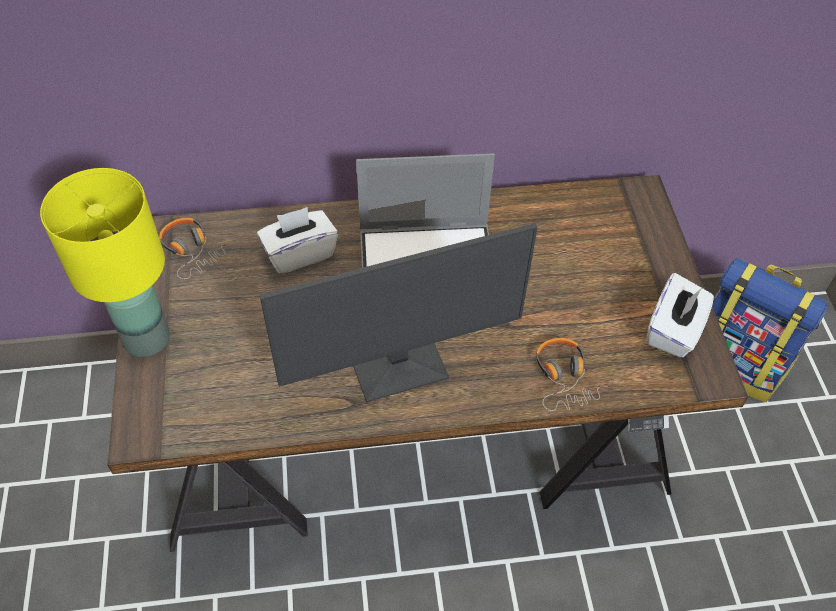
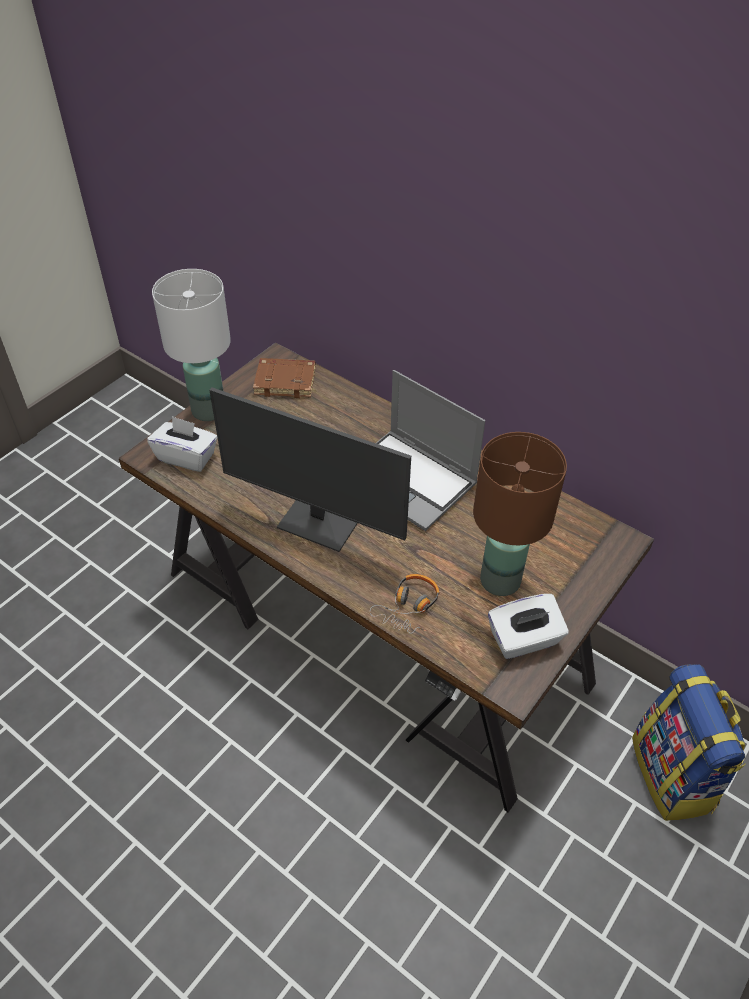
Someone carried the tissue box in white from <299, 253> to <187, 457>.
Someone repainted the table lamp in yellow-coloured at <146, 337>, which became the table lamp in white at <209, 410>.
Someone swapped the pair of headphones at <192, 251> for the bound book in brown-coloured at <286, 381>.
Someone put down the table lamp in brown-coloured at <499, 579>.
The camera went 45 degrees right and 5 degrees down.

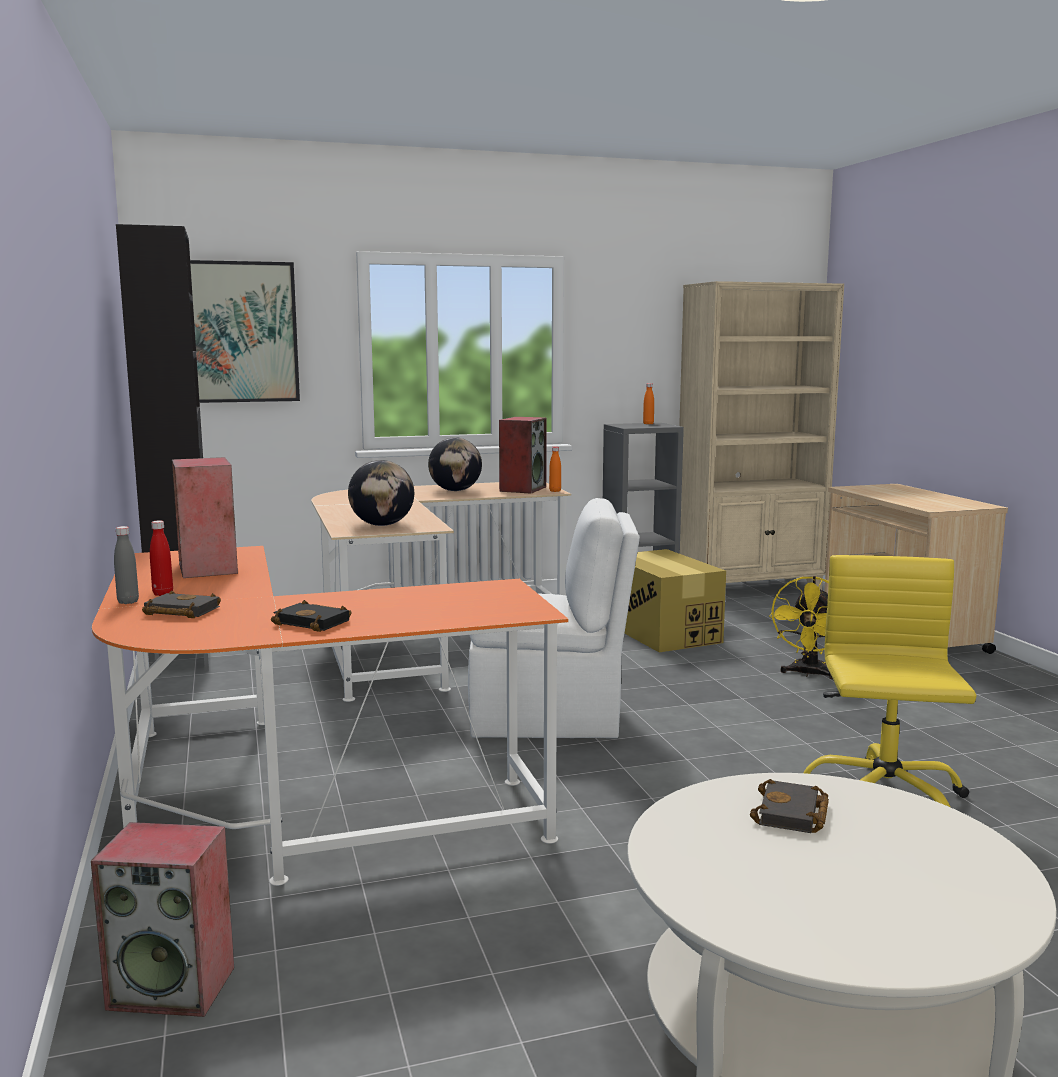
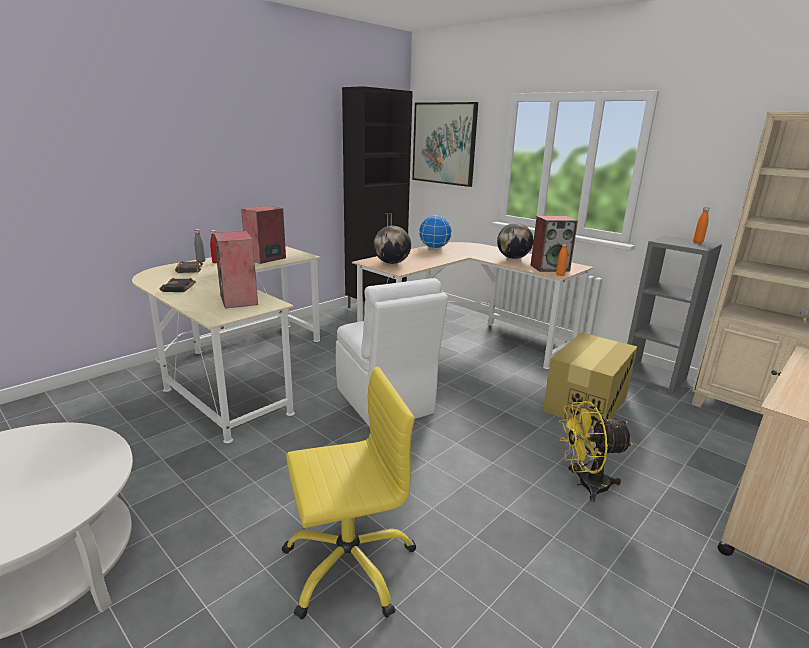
Someone repainted the desk table in orangey at <287, 805>, which became the desk table in sand-coloured at <236, 370>.
Someone carried the audio speaker from <174, 987> to <239, 300>.
Someone put down the globe at <434, 248>.
Someone took away the bound book in black-coloured at <792, 815>.
The camera went 60 degrees right and 10 degrees up.

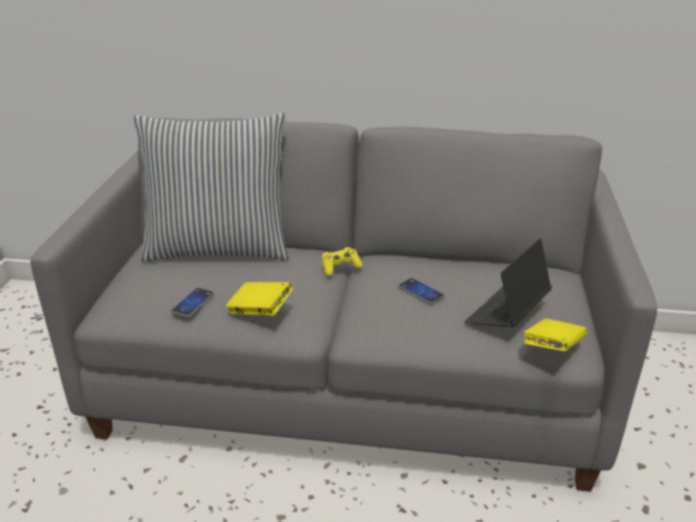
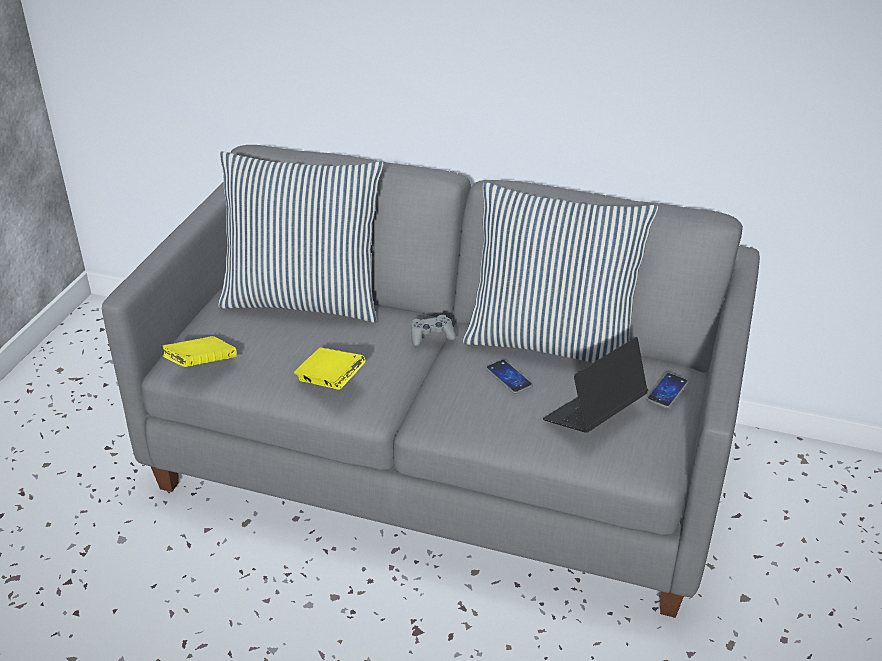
Someone carried the bound book in yellow-coloured from <552, 348> to <201, 365>.
Someone repainted the joypad in yellow-coloured at <340, 267>, which became the joypad in gray at <431, 336>.
Someone put down the throw pillow at <551, 342>.
Someone carried the phone from <193, 303> to <667, 391>.
The camera went 10 degrees right and 5 degrees up.

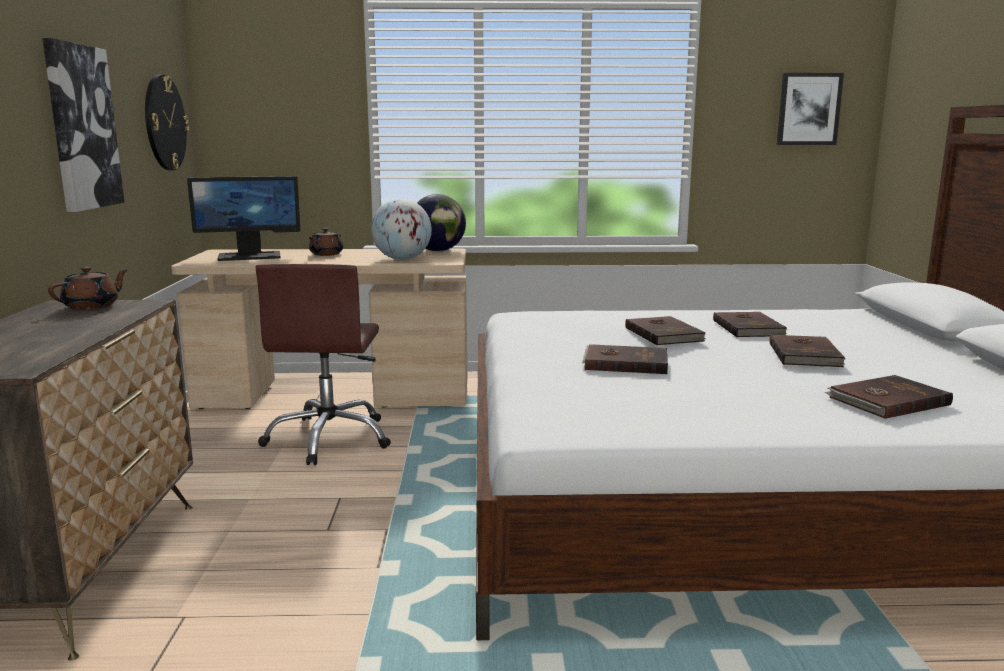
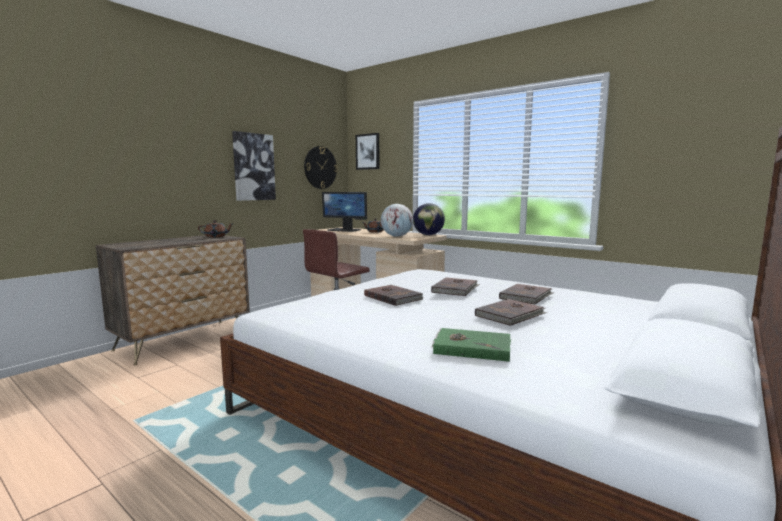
Someone carried the wall art from <808, 109> to <368, 151>.
Someone repainted the bound book in brown-coloured at <887, 401>, which became the bound book in greenish at <472, 347>.
The camera went 40 degrees right and 5 degrees down.

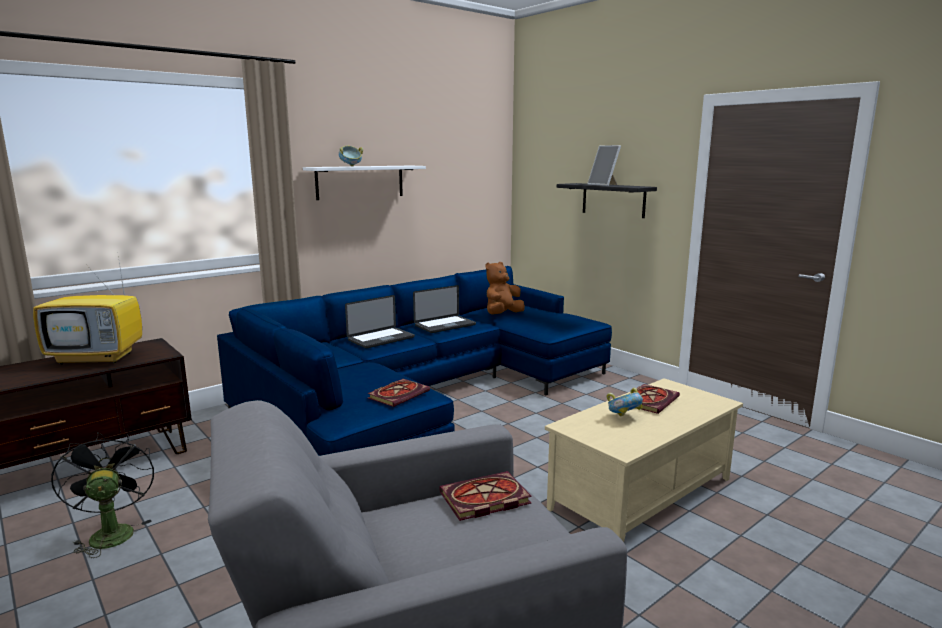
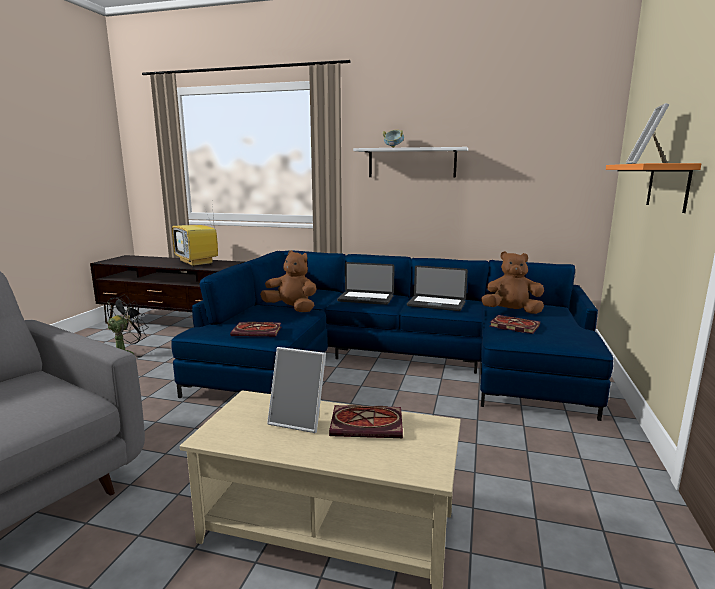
Someone put down the soft toy in brown-coloured at <292, 309>.
Someone swapped the deep dish at <624, 417> for the picture frame at <299, 420>.
Someone carried the bound book from <483, 500> to <513, 326>.
Someone repainted the wall shelf in black-coloured at <613, 200>, which became the wall shelf in orangey at <668, 186>.
The camera went 55 degrees right and 0 degrees up.

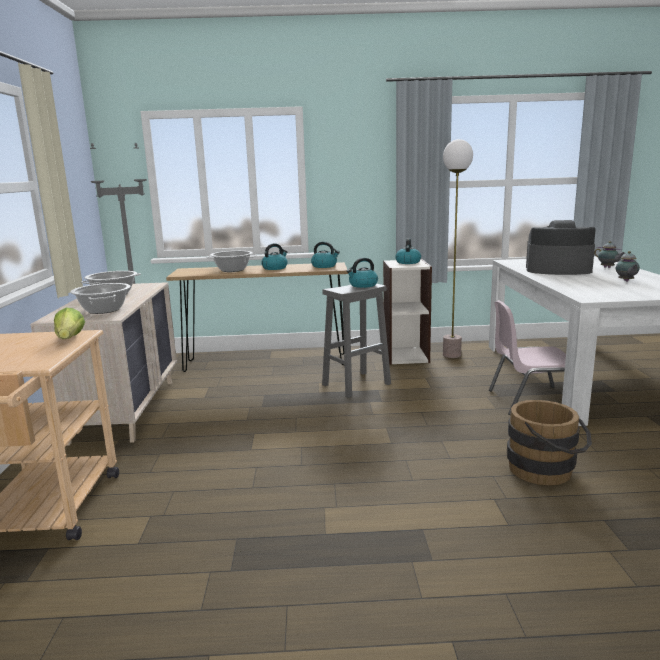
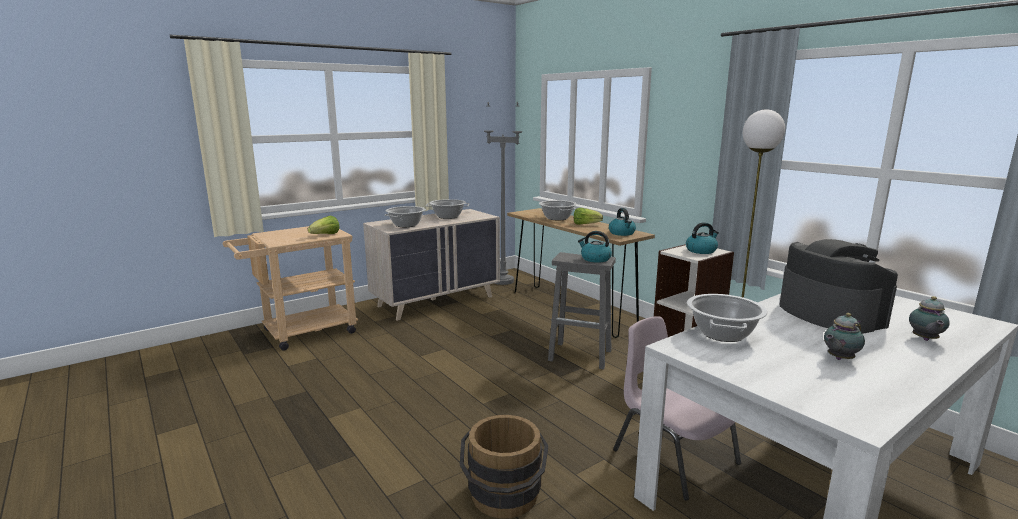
Someone swapped the water kettle at <275, 268> for the head of lettuce at <585, 224>.
Someone put down the cooking pot at <723, 334>.
The camera went 55 degrees right and 0 degrees up.

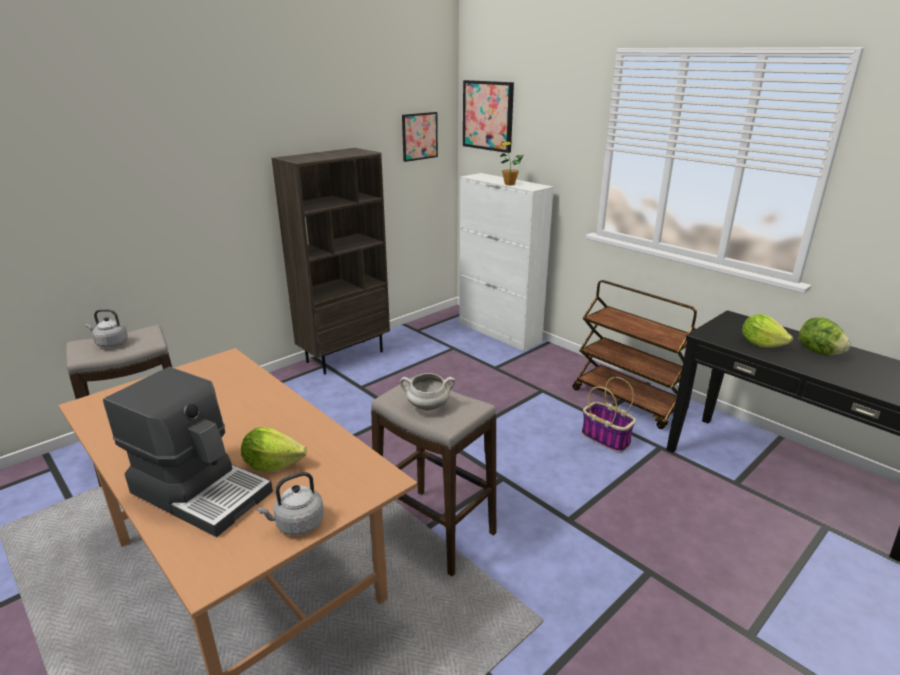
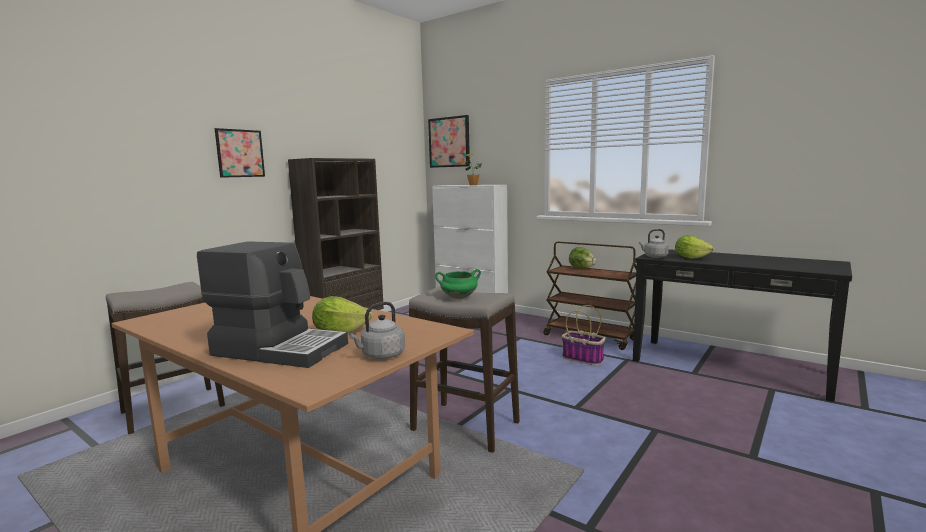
Someone carried the wall art from <419, 136> to <240, 153>.
Someone repainted the cooking pot in white at <427, 407>, which became the cooking pot in greenish at <458, 298>.
Someone carried the head of lettuce from <818, 352> to <581, 268>.
Someone carried the water kettle in gray from <110, 343> to <654, 257>.
The camera went 10 degrees left and 15 degrees down.

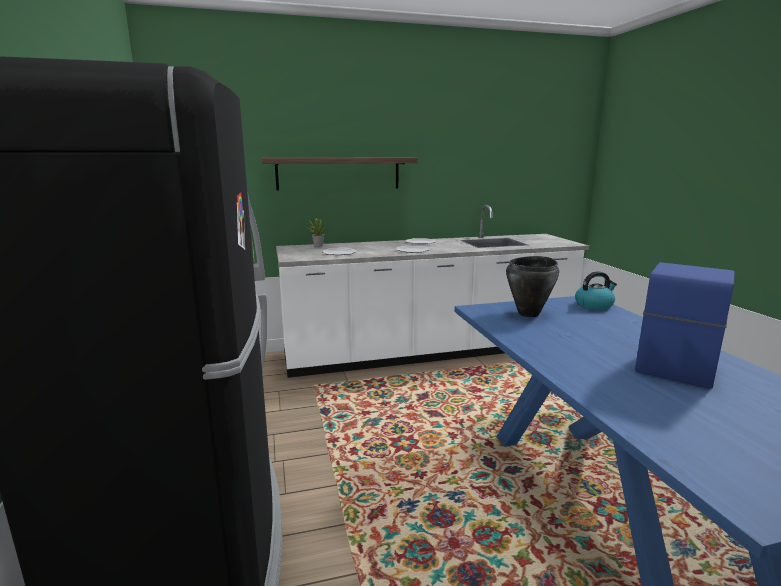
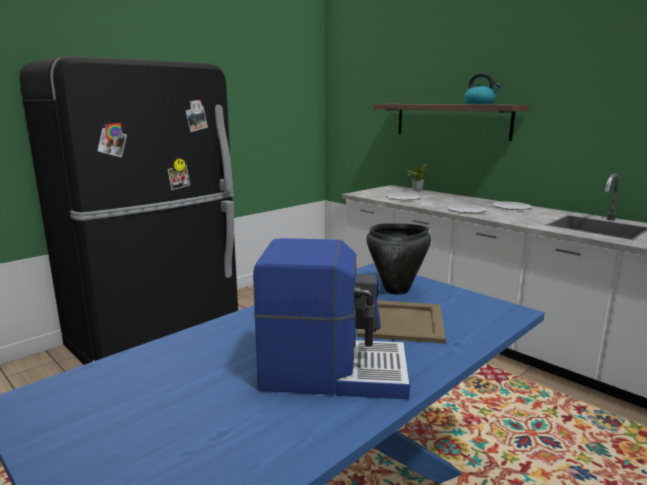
Someone put down the tray in sand-coloured at <400, 321>.
Someone carried the water kettle from <594, 305> to <480, 104>.
The camera went 60 degrees right and 0 degrees up.

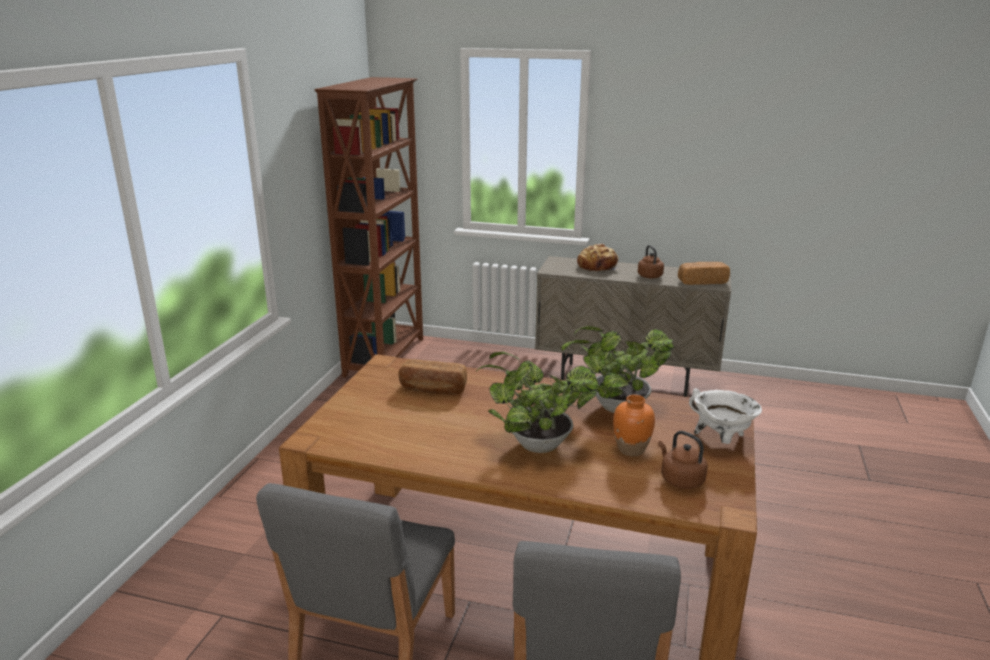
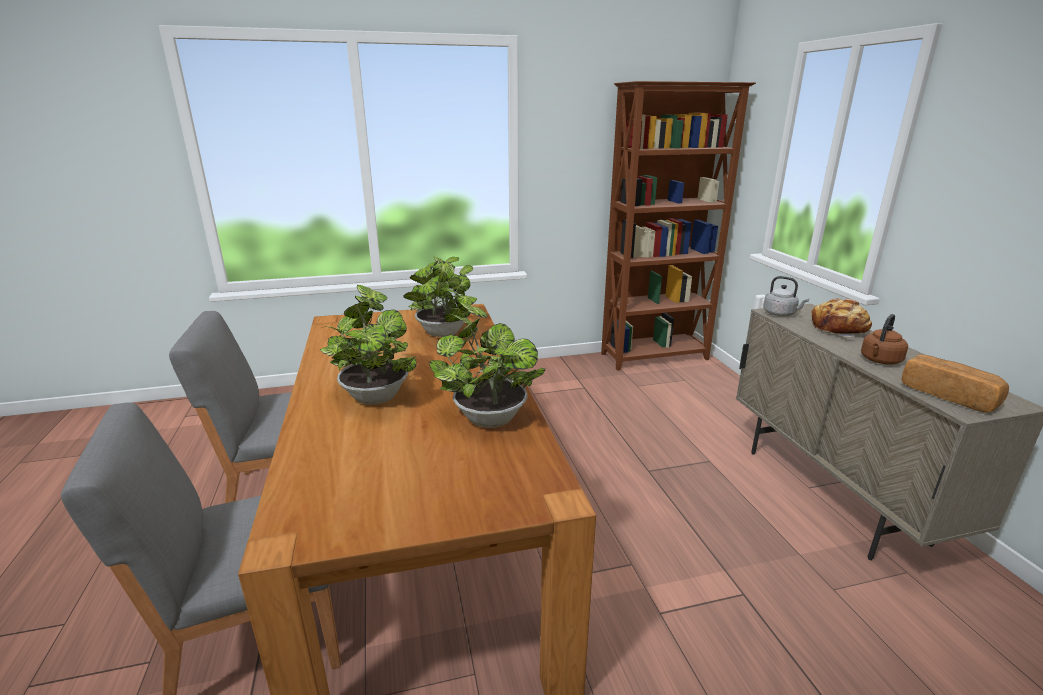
Someone swapped the baked bread at <433, 389> for the potted plant at <442, 334>.
Someone put down the water kettle in gray at <781, 314>.
Someone took away the vase in orangey at <631, 449>.
Someone took away the water kettle in brown-coloured at <680, 479>.
Someone took away the cooking pot in white at <721, 440>.
The camera went 60 degrees right and 0 degrees up.

